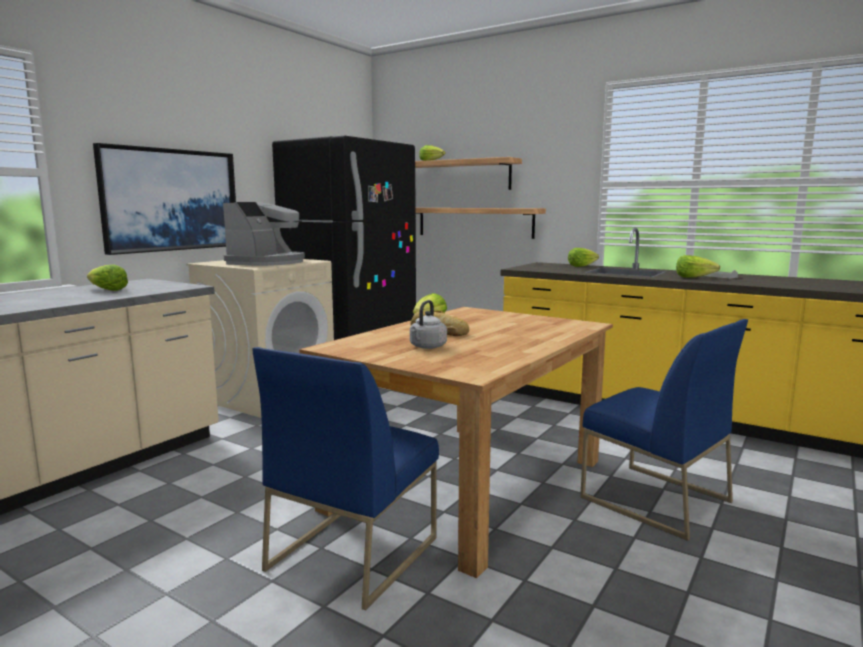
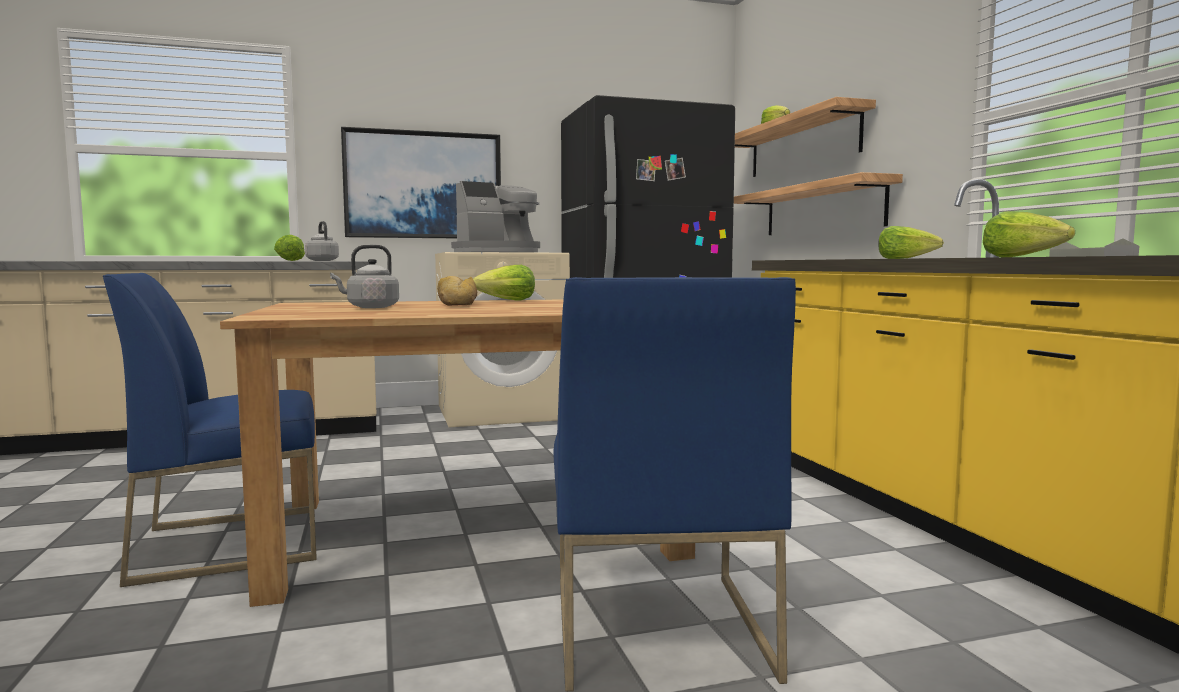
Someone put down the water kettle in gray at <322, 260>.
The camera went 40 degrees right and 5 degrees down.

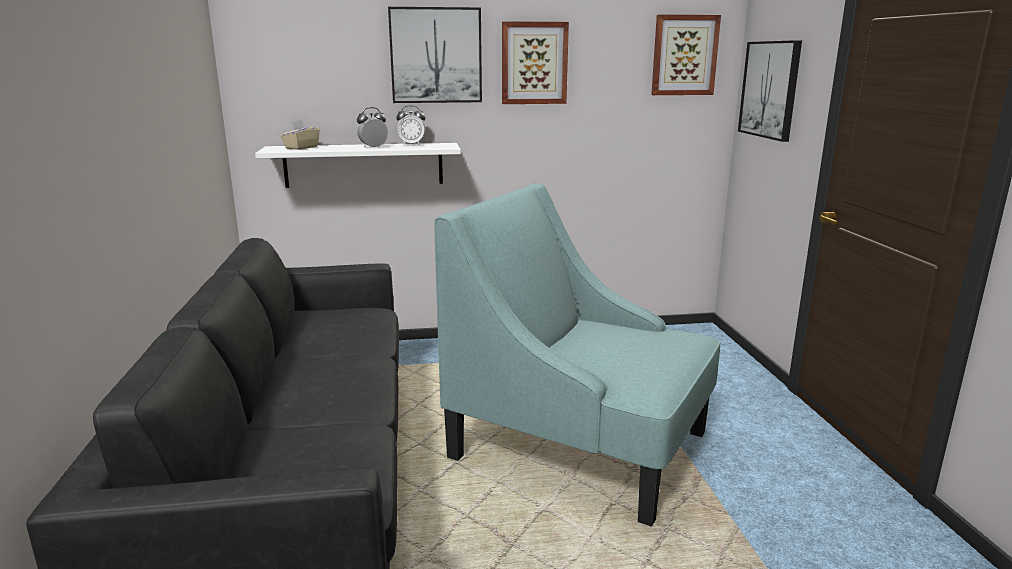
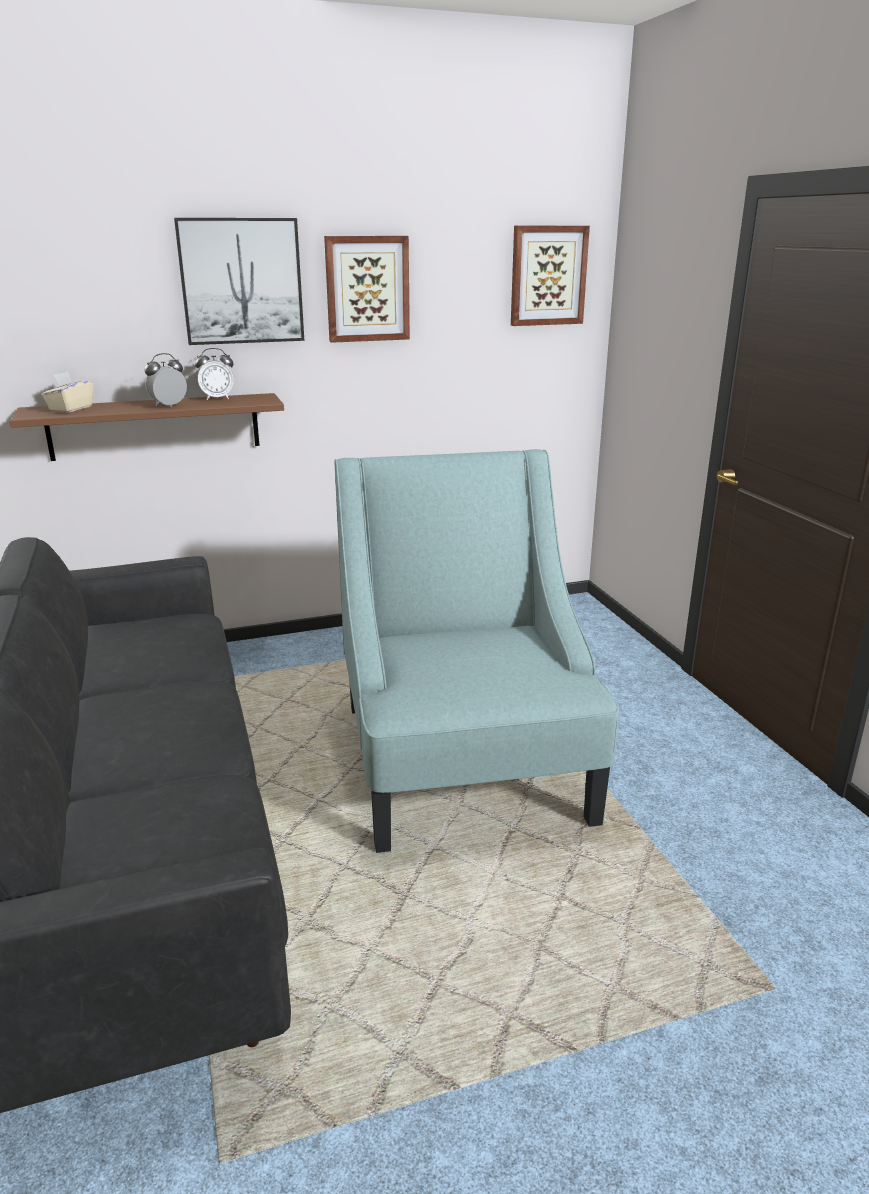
Someone repainted the wall shelf in white at <364, 165>, which became the wall shelf in brown-coloured at <155, 426>.
Someone rotated the easy chair in turquoise at <581, 445> by 60 degrees clockwise.
Someone took away the wall art at <770, 89>.
The camera went 10 degrees left and 5 degrees up.

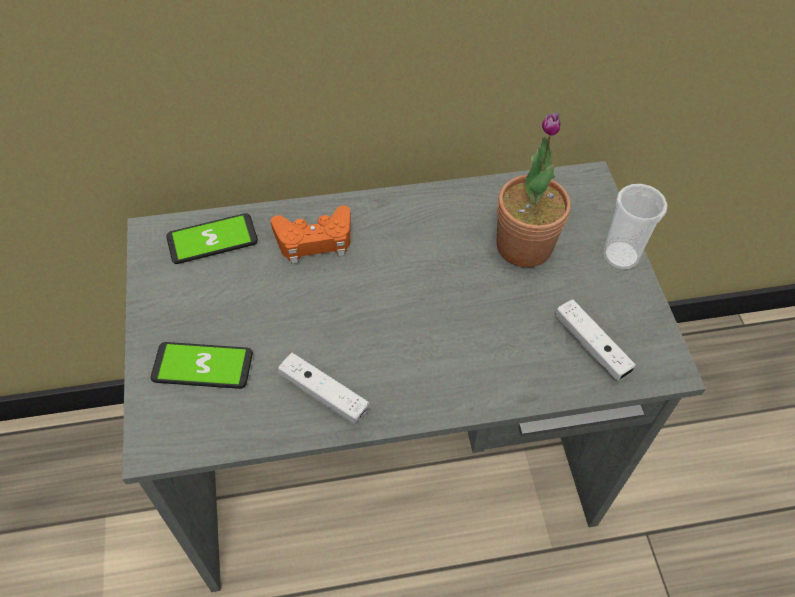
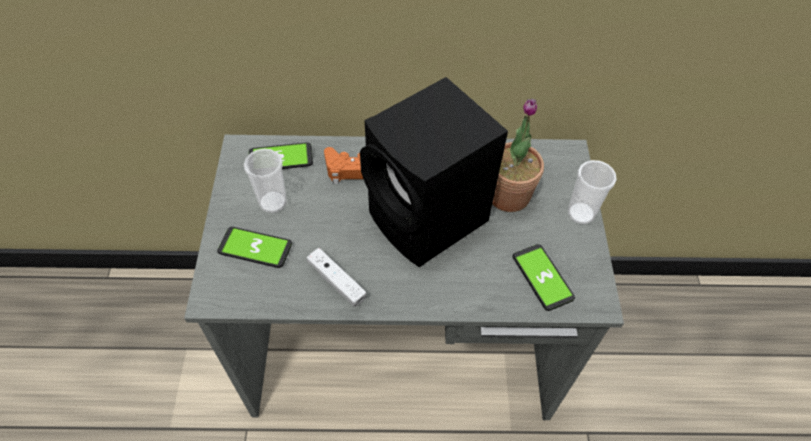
Someone put down the drinking cup at <273, 202>.
Someone put down the audio speaker in black-coloured at <429, 221>.
Someone swapped the joypad in white at <591, 346> for the phone at <542, 277>.
The camera went 10 degrees right and 0 degrees up.

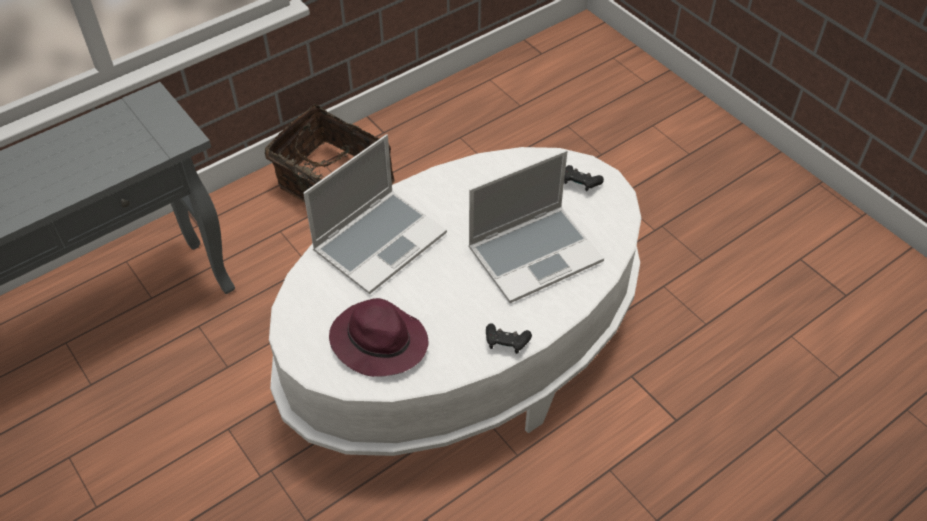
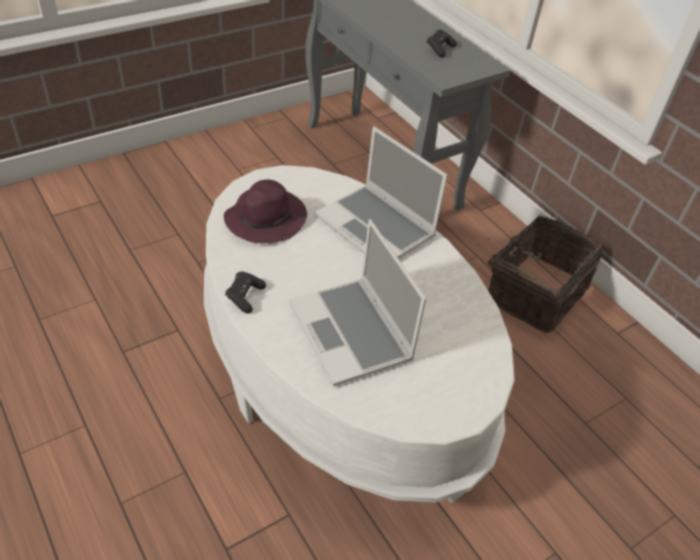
Someone carried the joypad in black-coloured from <580, 184> to <439, 49>.
The camera went 90 degrees right and 5 degrees down.

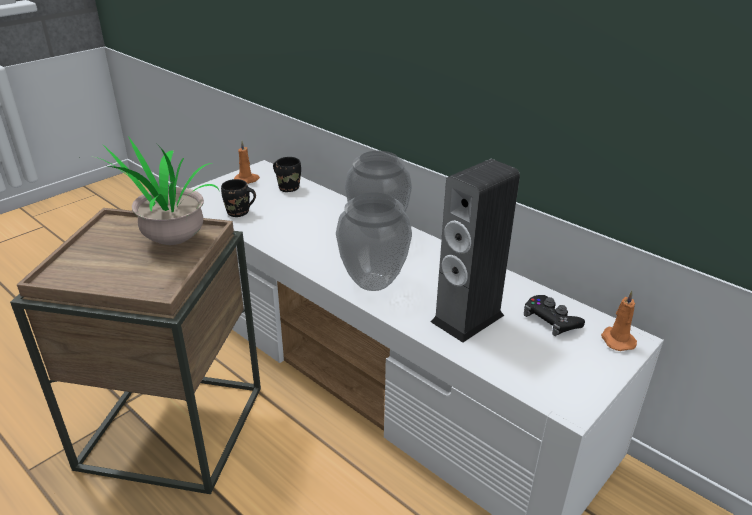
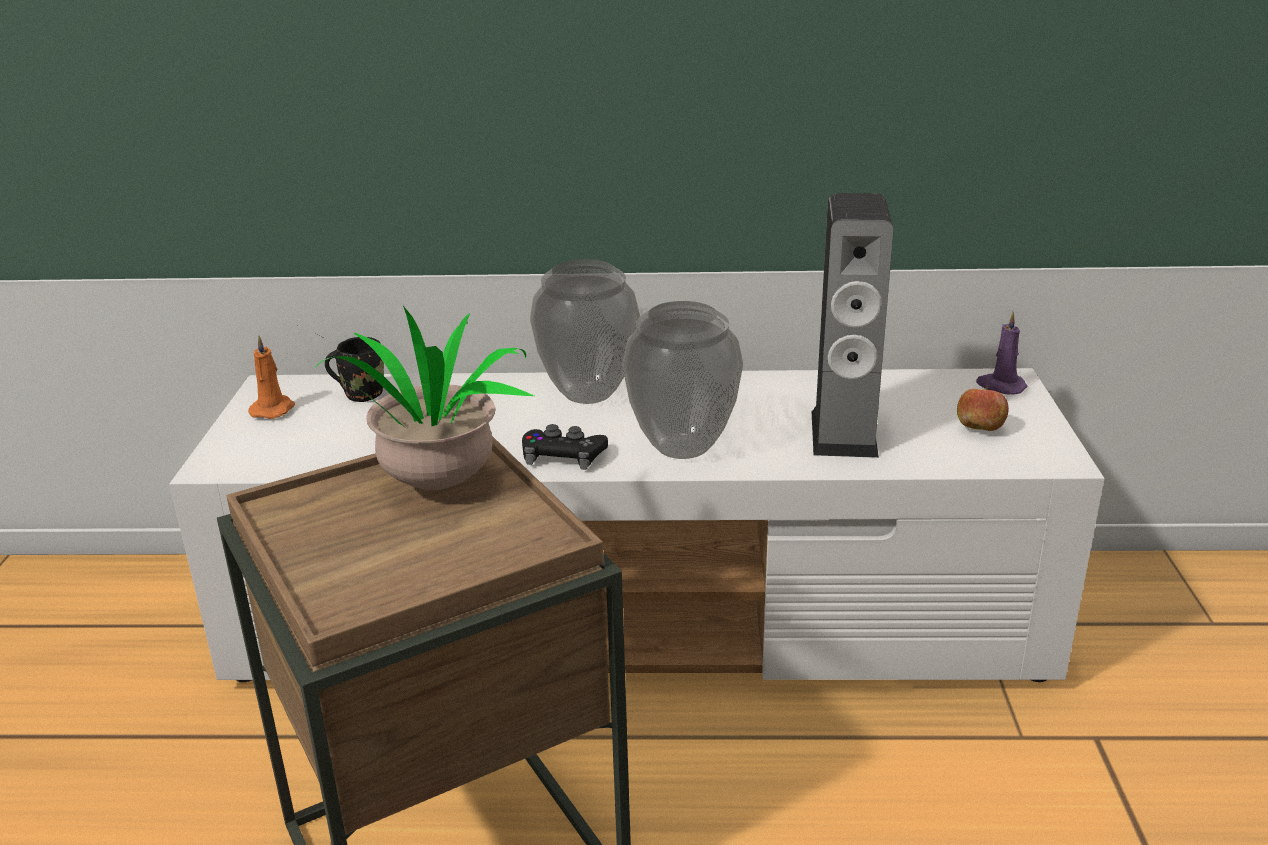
Someone carried the joypad in black-coloured from <551, 320> to <563, 456>.
Someone put down the apple at <979, 429>.
Someone repainted the wax candle in orangey at <616, 340>, which became the wax candle in purple at <1000, 386>.
Someone took away the tea mug in black-coloured at <239, 213>.
The camera went 40 degrees left and 5 degrees down.

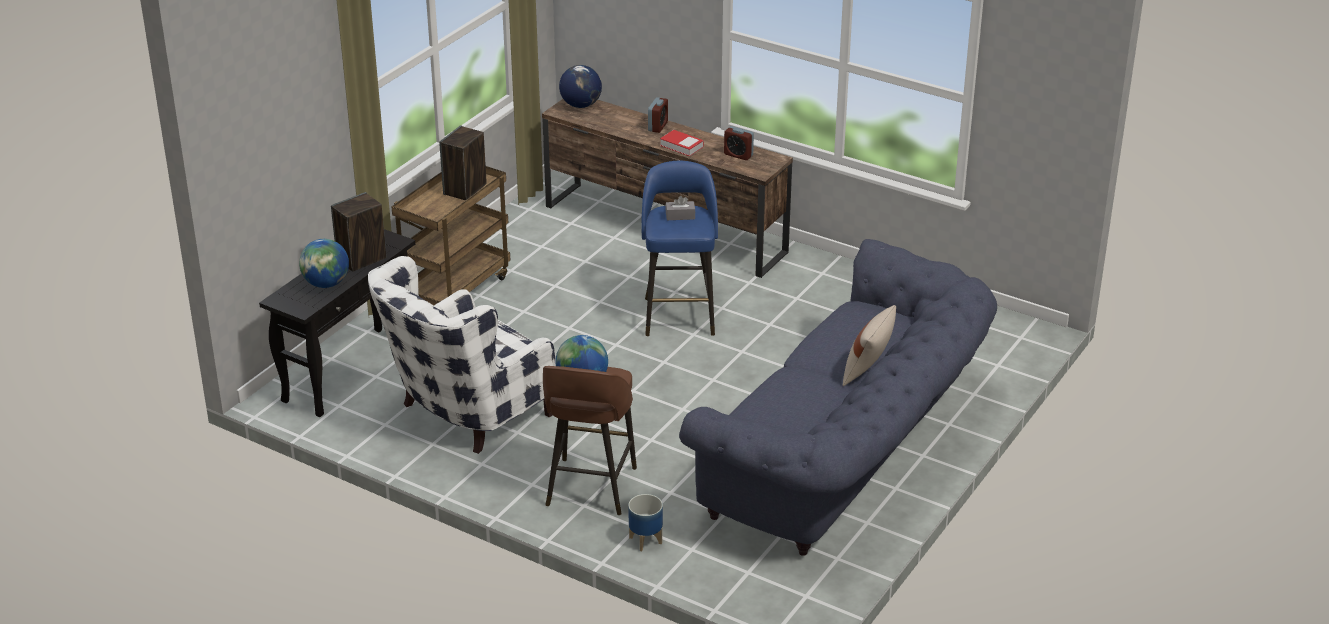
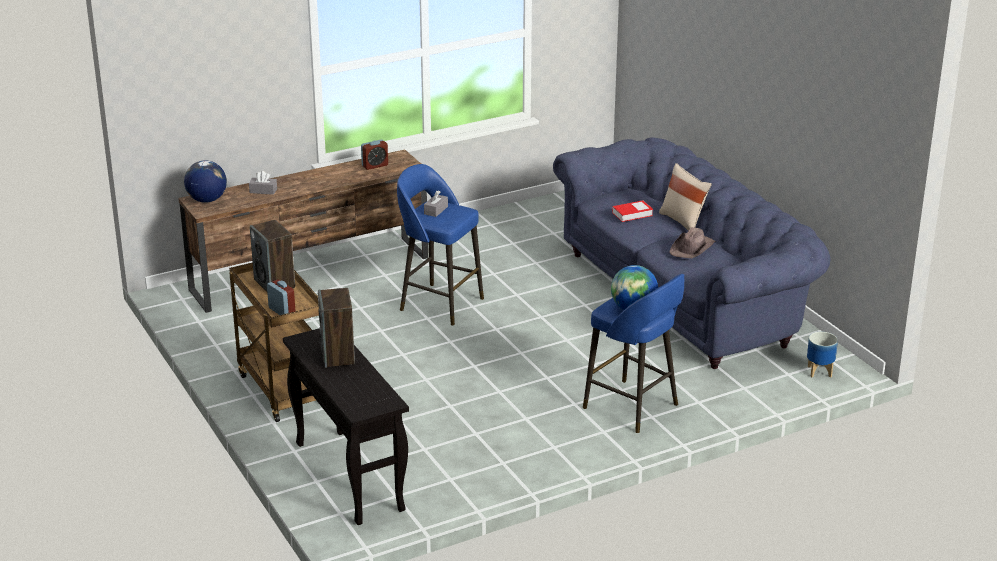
Someone put down the tissue box in gray at <263, 191>.
Someone carried the alarm clock from <658, 126> to <282, 311>.
Someone repainted the sitting stool in brown-coloured at <590, 489>, which became the sitting stool in bluish at <633, 408>.
Someone carried the bound book from <681, 146> to <632, 214>.
Someone put down the wearable hat in brown-coloured at <692, 248>.
Someone carried the flower pot from <646, 541> to <820, 371>.
Someone took away the globe at <326, 284>.
Someone took away the easy chair in white at <464, 414>.
The camera went 60 degrees left and 5 degrees down.

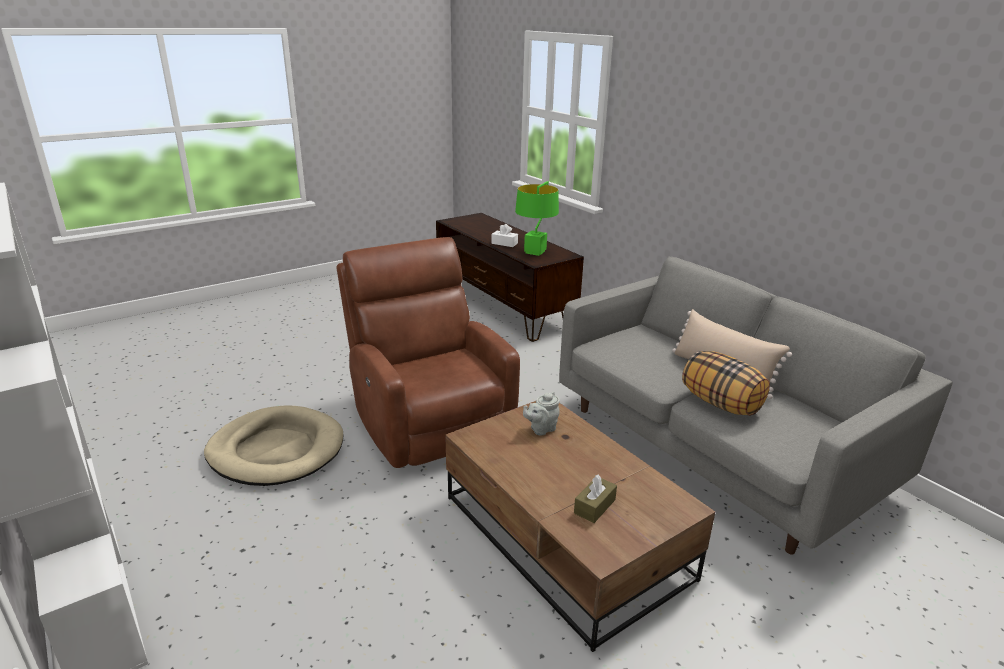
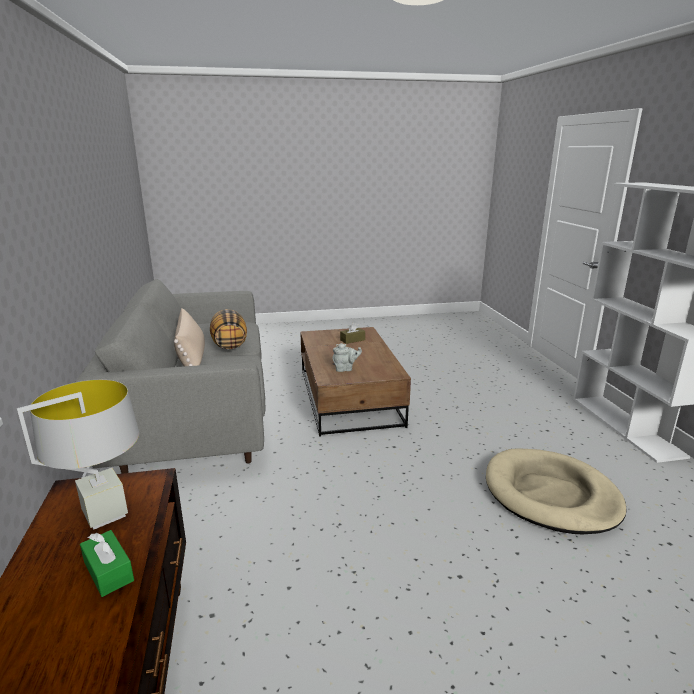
Someone repainted the table lamp in greenish at <535, 252>, which became the table lamp in gray at <104, 515>.
Someone repainted the tissue box in white at <504, 243>, which became the tissue box in greenish at <108, 571>.
Someone took away the easy chair in brown-coloured at <429, 421>.
The camera went 155 degrees left and 5 degrees down.

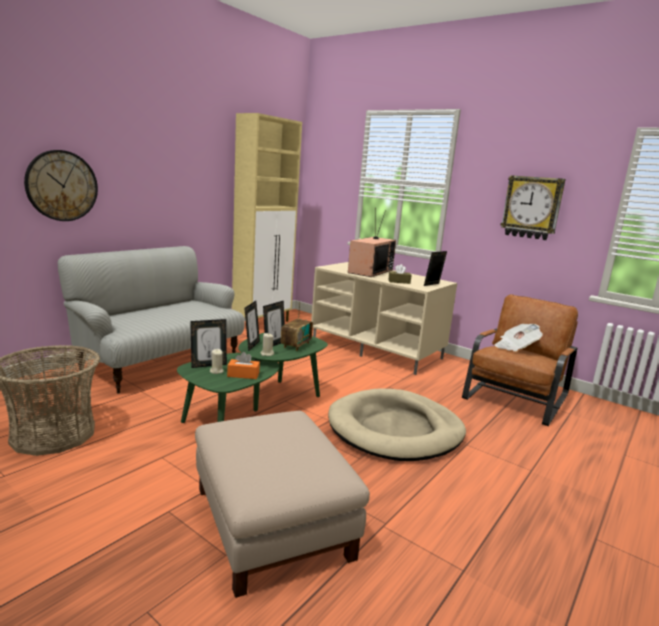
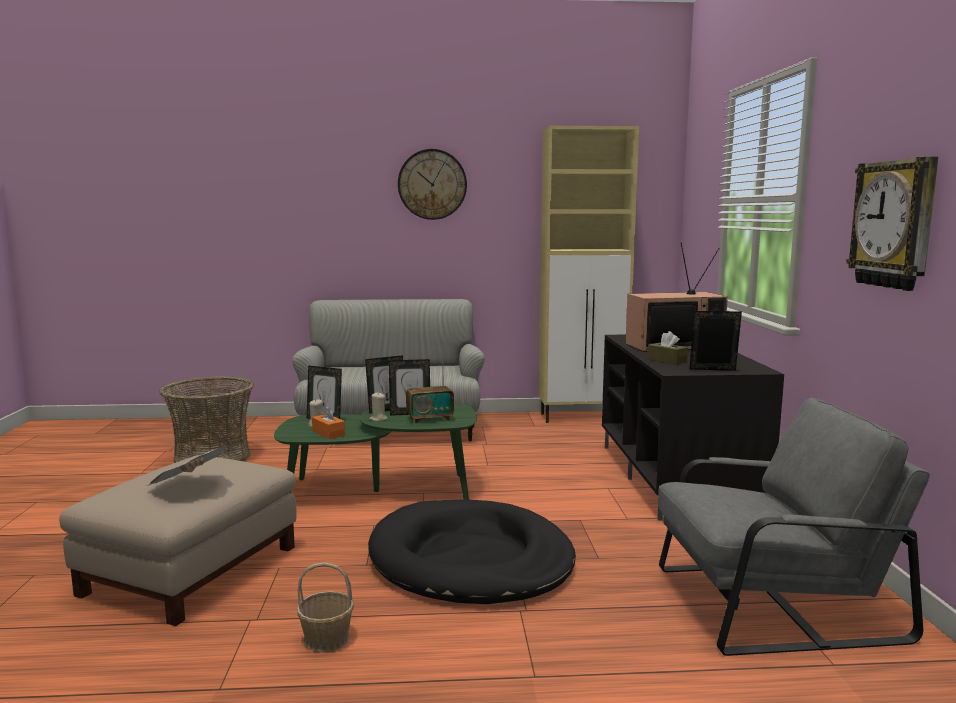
Someone carried the newspaper from <515, 347> to <189, 485>.
Someone put down the storage basket at <327, 639>.
Someone repainted the dog cushion in sand-coloured at <395, 429>, which became the dog cushion in black-coloured at <470, 559>.
Someone carried the hanging clock from <62, 186> to <432, 184>.
Someone repainted the tv unit in sand-coloured at <377, 349>, which became the tv unit in black-coloured at <677, 478>.
Someone repainted the easy chair in brown-coloured at <516, 397>, which became the easy chair in gray at <772, 603>.
The camera went 50 degrees right and 5 degrees down.

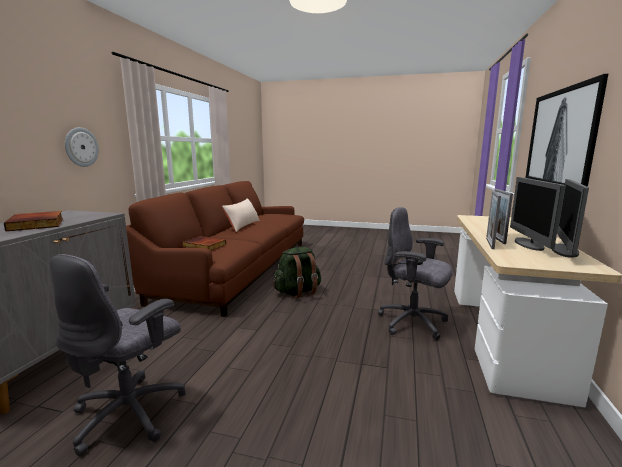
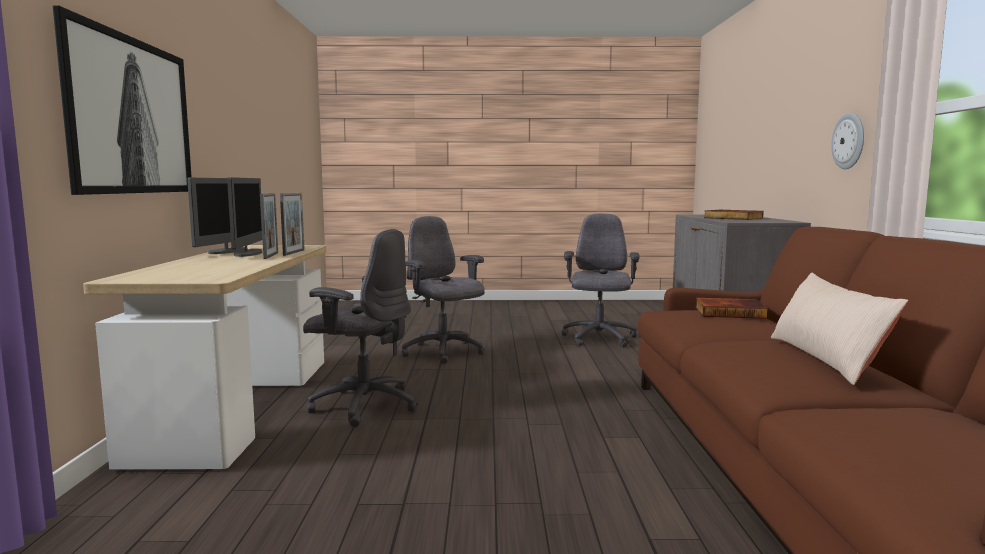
Someone put down the office chair in gray at <443, 352>.
Someone took away the backpack in greenish at <298, 292>.
The camera went 165 degrees right and 5 degrees down.

